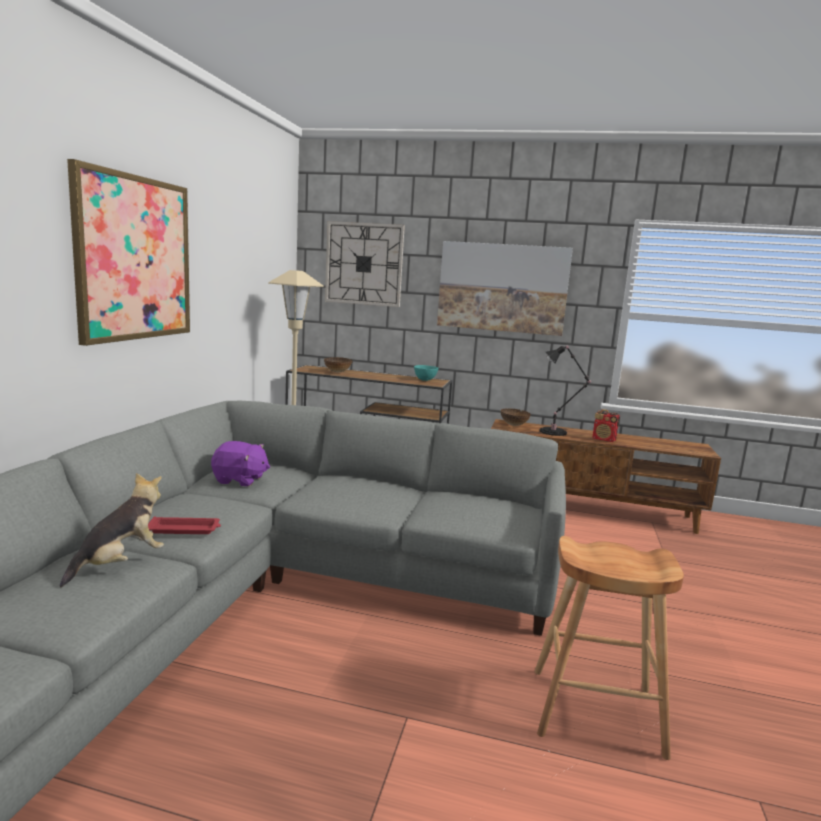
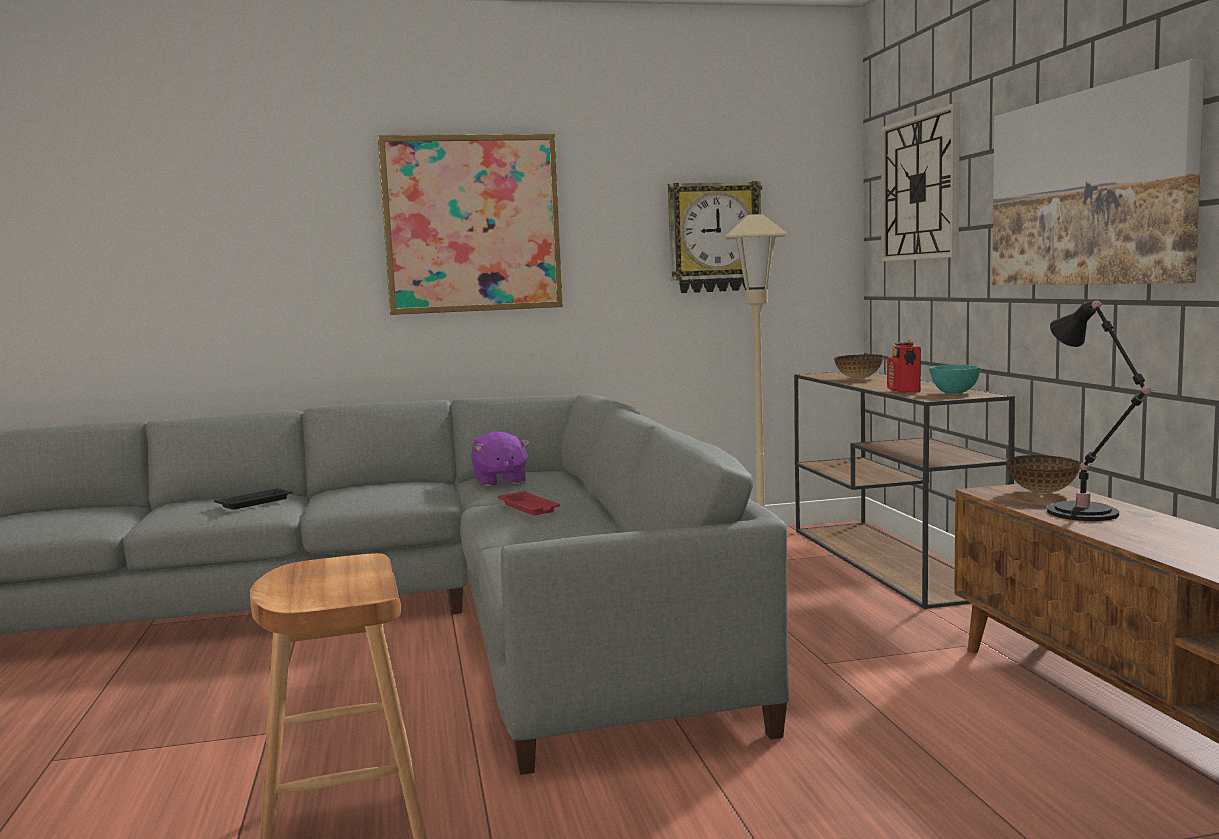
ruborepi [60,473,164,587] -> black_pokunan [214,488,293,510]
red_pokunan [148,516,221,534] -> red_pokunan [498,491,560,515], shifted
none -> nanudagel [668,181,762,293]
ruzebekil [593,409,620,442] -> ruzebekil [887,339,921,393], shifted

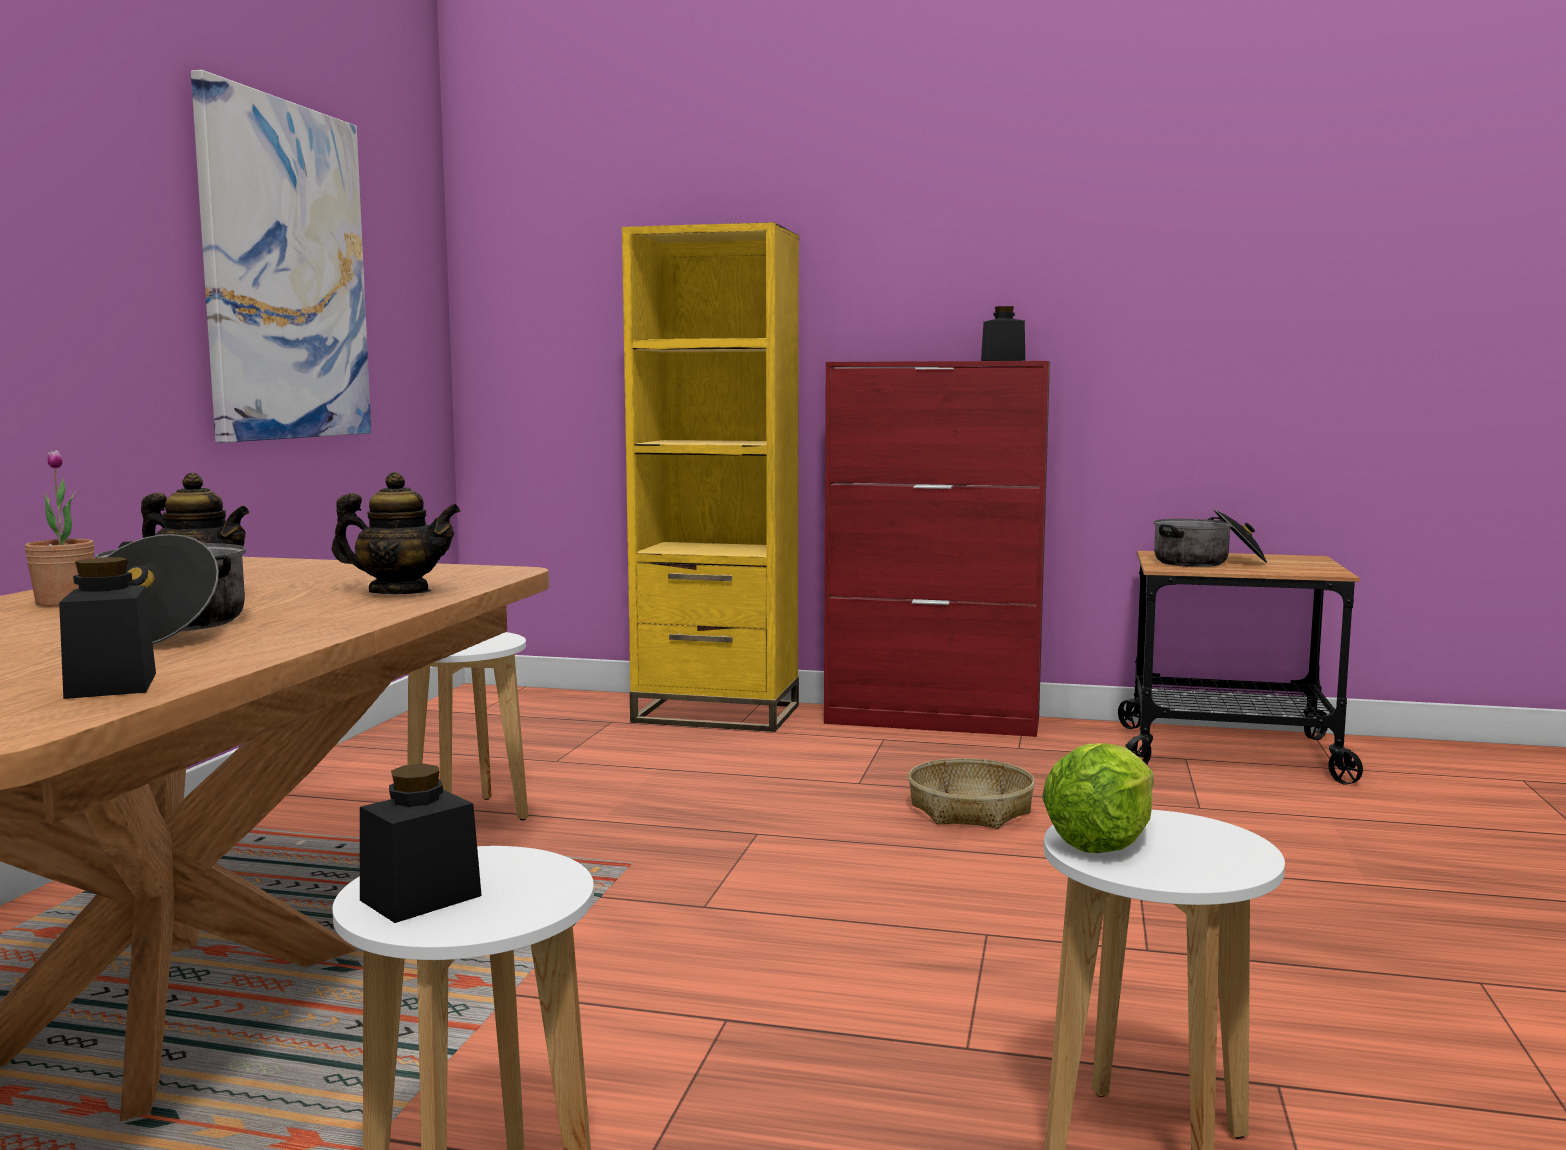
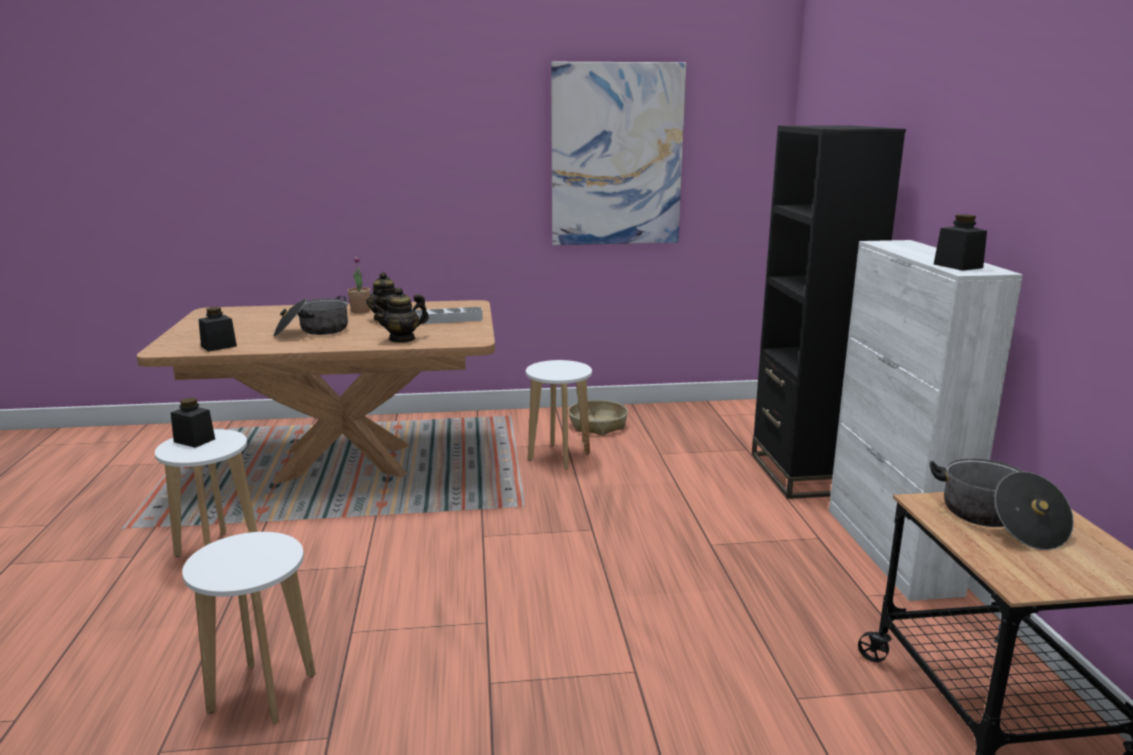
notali [332,472,460,594] -> notali [372,287,429,343], 75 degrees clockwise
none -> grey_pokunan [415,307,483,324]
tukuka [908,758,1035,829] -> tukuka [568,400,628,436], shifted
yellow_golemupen [622,222,799,732] -> black_golemupen [752,126,906,499]
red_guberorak [824,361,1050,737] -> white_guberorak [829,240,1023,601]
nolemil [1042,743,1154,853] -> none

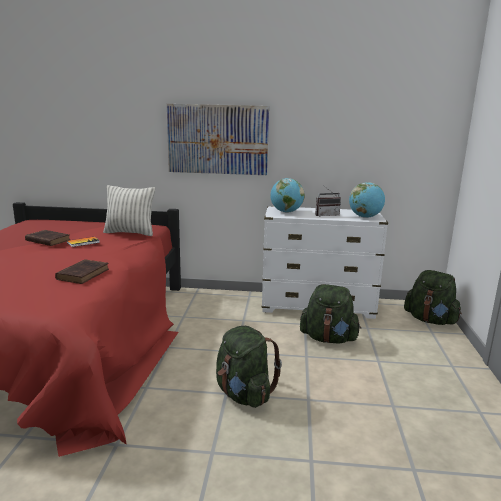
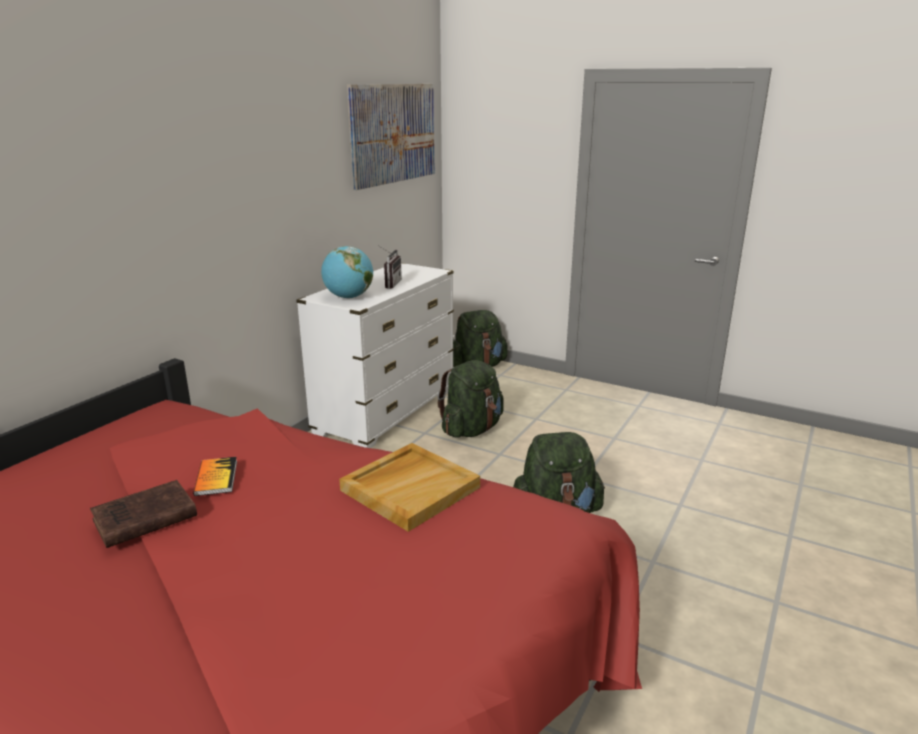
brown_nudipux [55,259,109,284] -> beige_pokunan [339,443,480,532]
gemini [167,104,269,175] -> gemini [347,84,435,190], shifted
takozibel [103,185,155,236] -> none
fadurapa [349,182,385,218] -> none

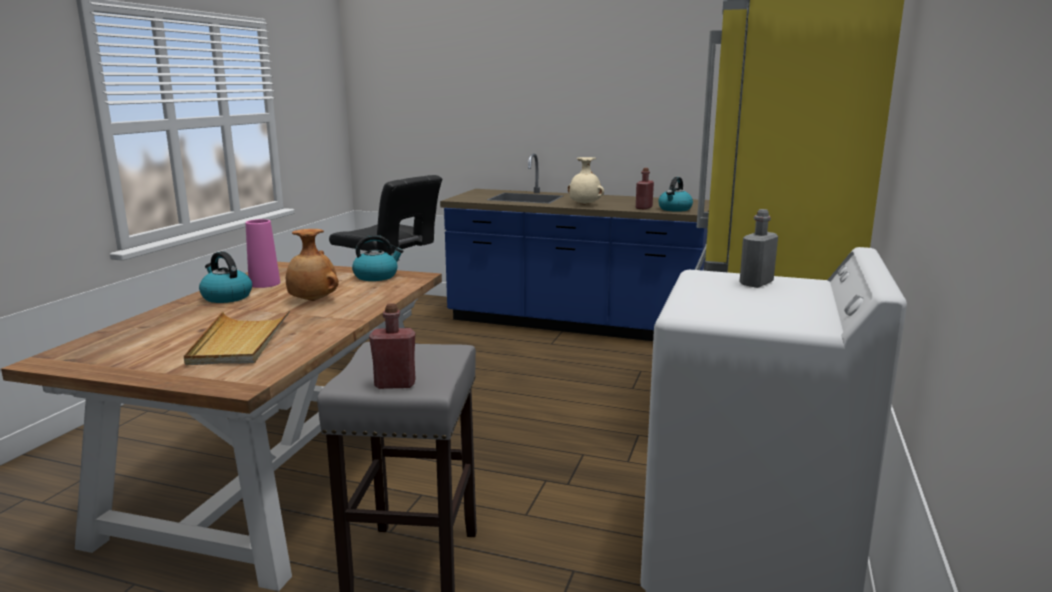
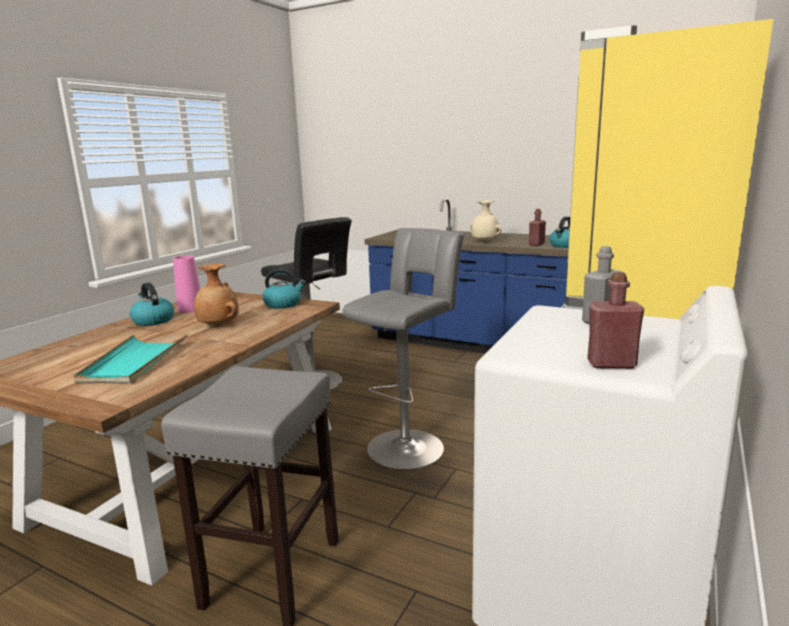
beige_pokunan [184,310,290,365] -> turquoise_pokunan [73,334,188,384]
none -> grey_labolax [342,228,464,470]
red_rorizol [369,303,416,389] -> red_rorizol [587,272,644,369], shifted

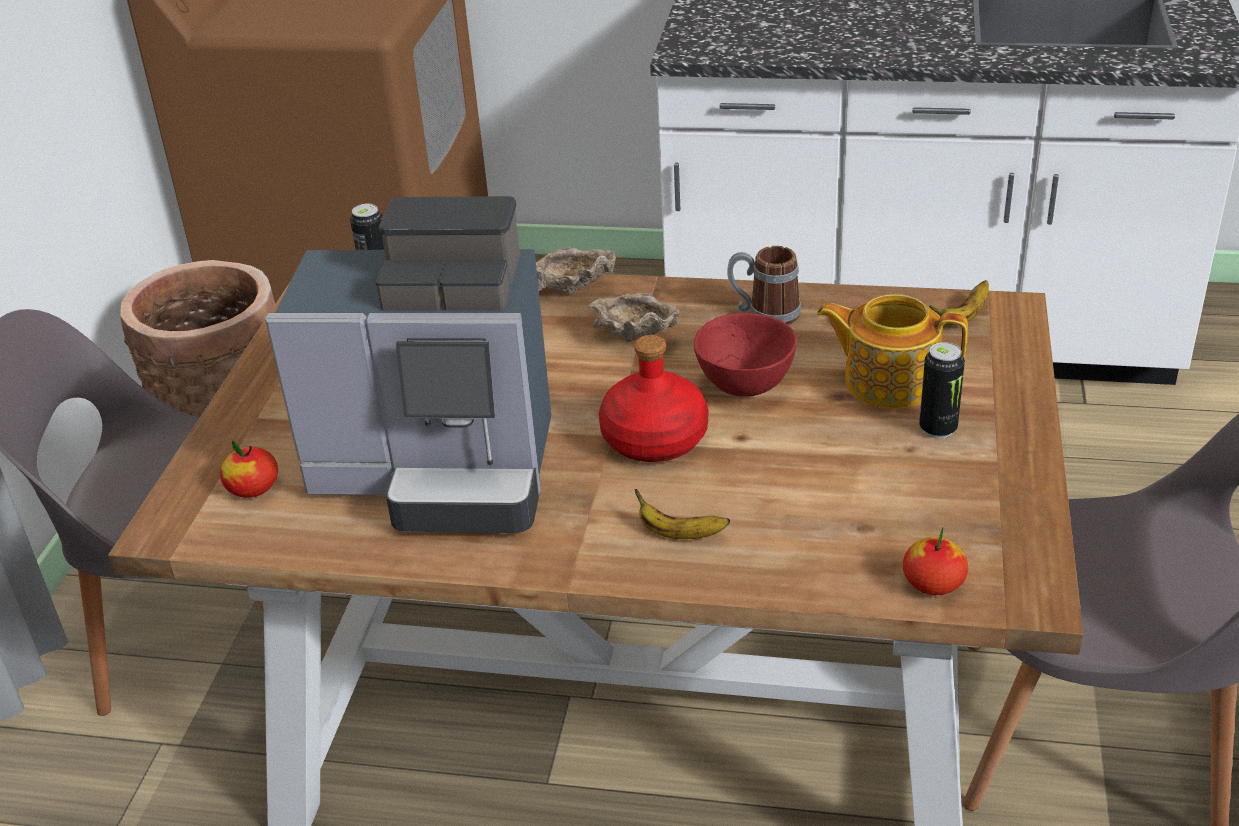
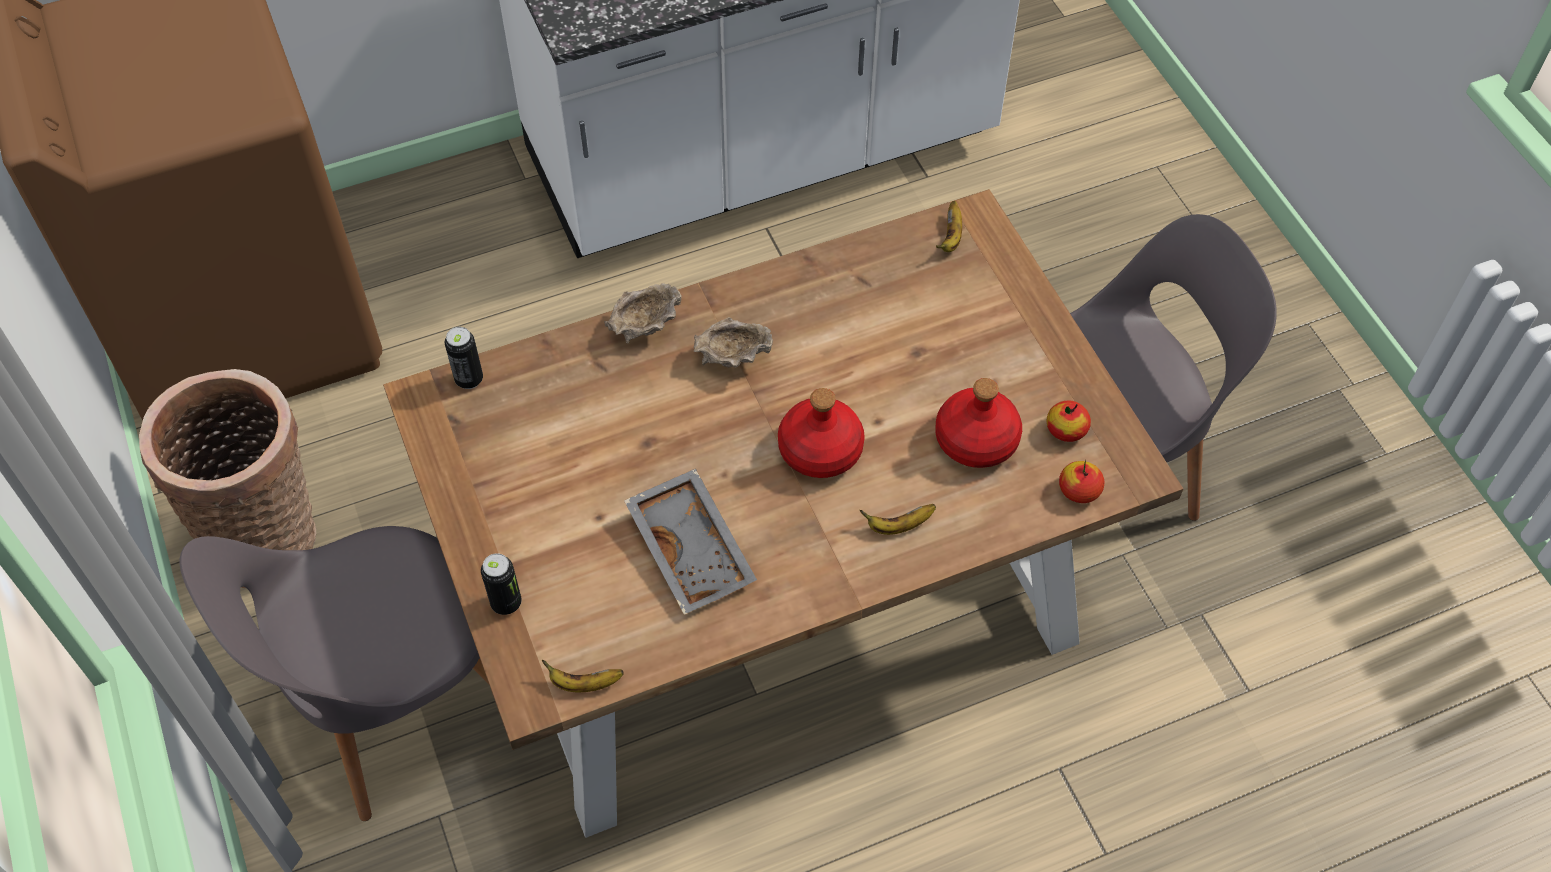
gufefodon [919,342,965,438] -> gufefodon [481,553,522,615], shifted
none -> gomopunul [542,660,624,692]
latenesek [265,196,551,533] -> grey_pokunan [624,469,757,615]
none -> red_rorizol [936,378,1022,468]
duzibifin [220,441,278,498] -> duzibifin [1047,401,1091,442], shifted
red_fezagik [694,313,797,397] -> none
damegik [727,246,801,325] -> none
notali [817,294,968,408] -> none

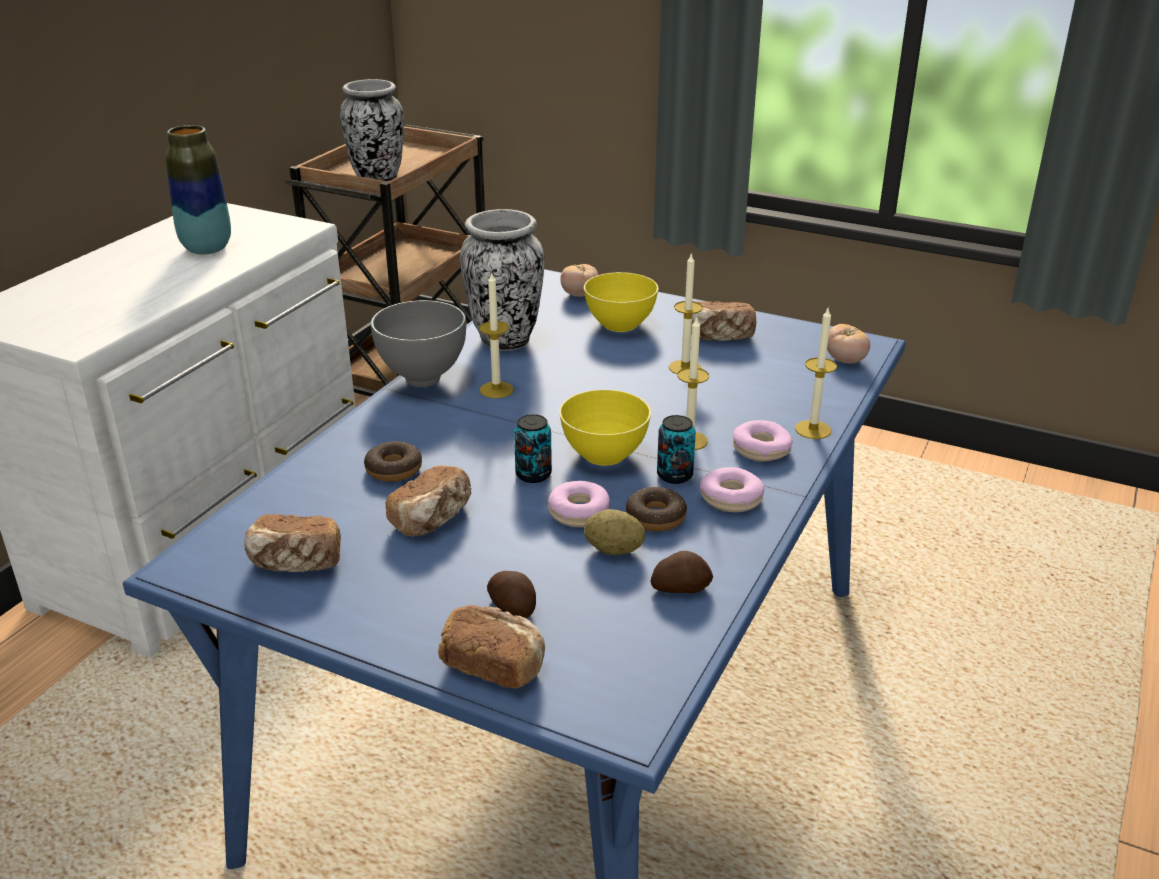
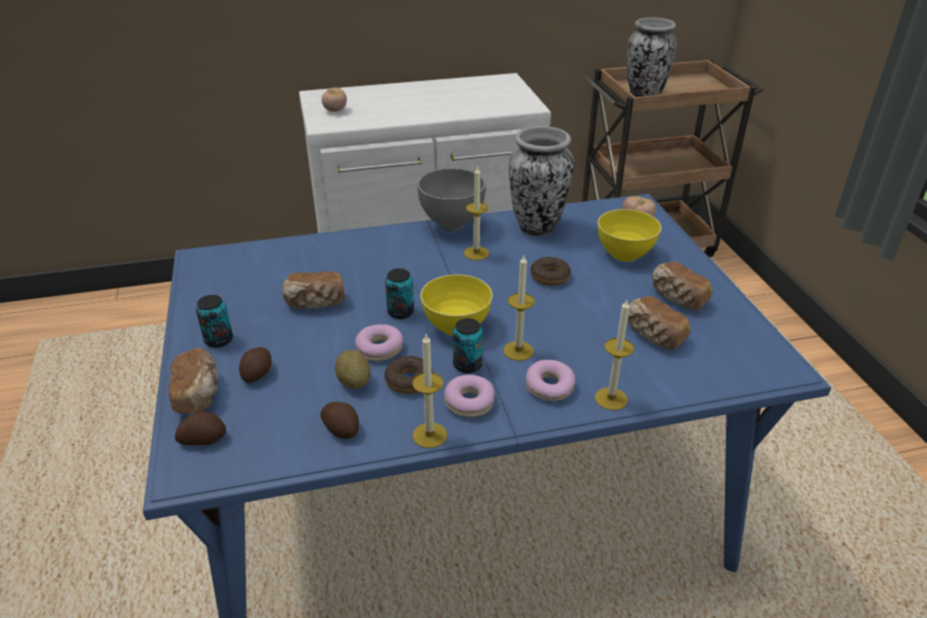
none -> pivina [175,411,226,445]
none -> gufefodon [196,295,233,348]
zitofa [827,324,870,363] -> zitofa [322,88,347,112], shifted
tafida [669,252,703,374] -> tafida [412,334,447,448], shifted
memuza [364,441,422,482] -> memuza [530,257,571,286], shifted
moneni [244,514,341,572] -> moneni [628,296,691,350], shifted
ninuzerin [165,125,231,254] -> none

